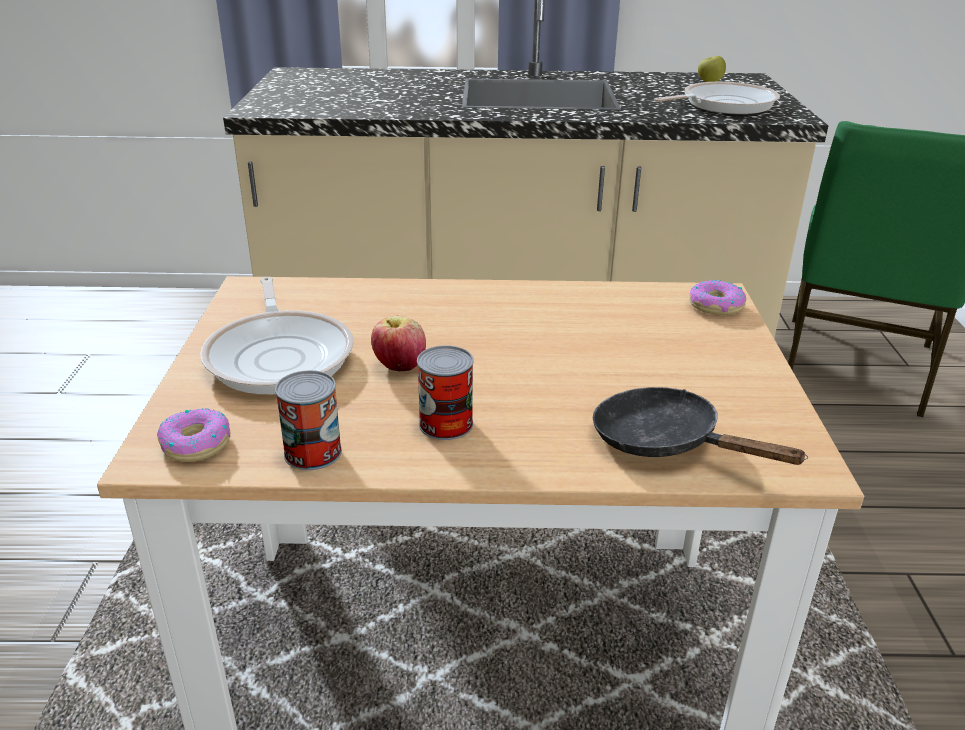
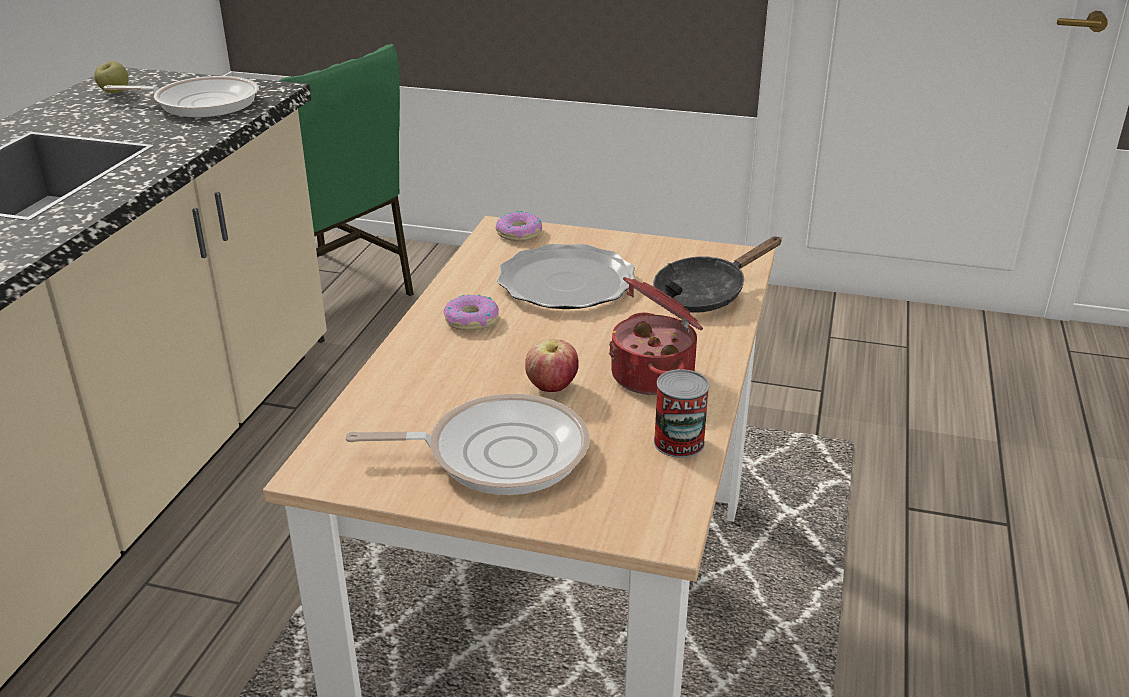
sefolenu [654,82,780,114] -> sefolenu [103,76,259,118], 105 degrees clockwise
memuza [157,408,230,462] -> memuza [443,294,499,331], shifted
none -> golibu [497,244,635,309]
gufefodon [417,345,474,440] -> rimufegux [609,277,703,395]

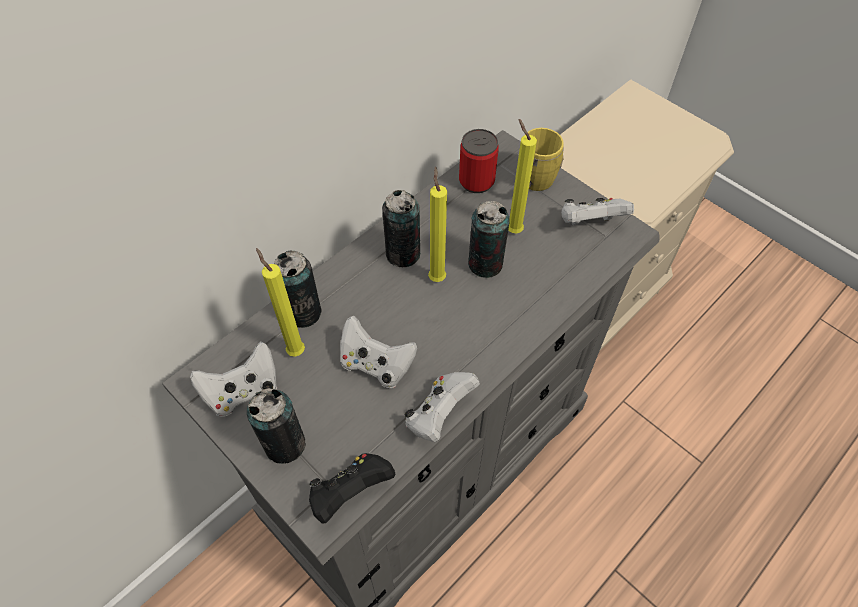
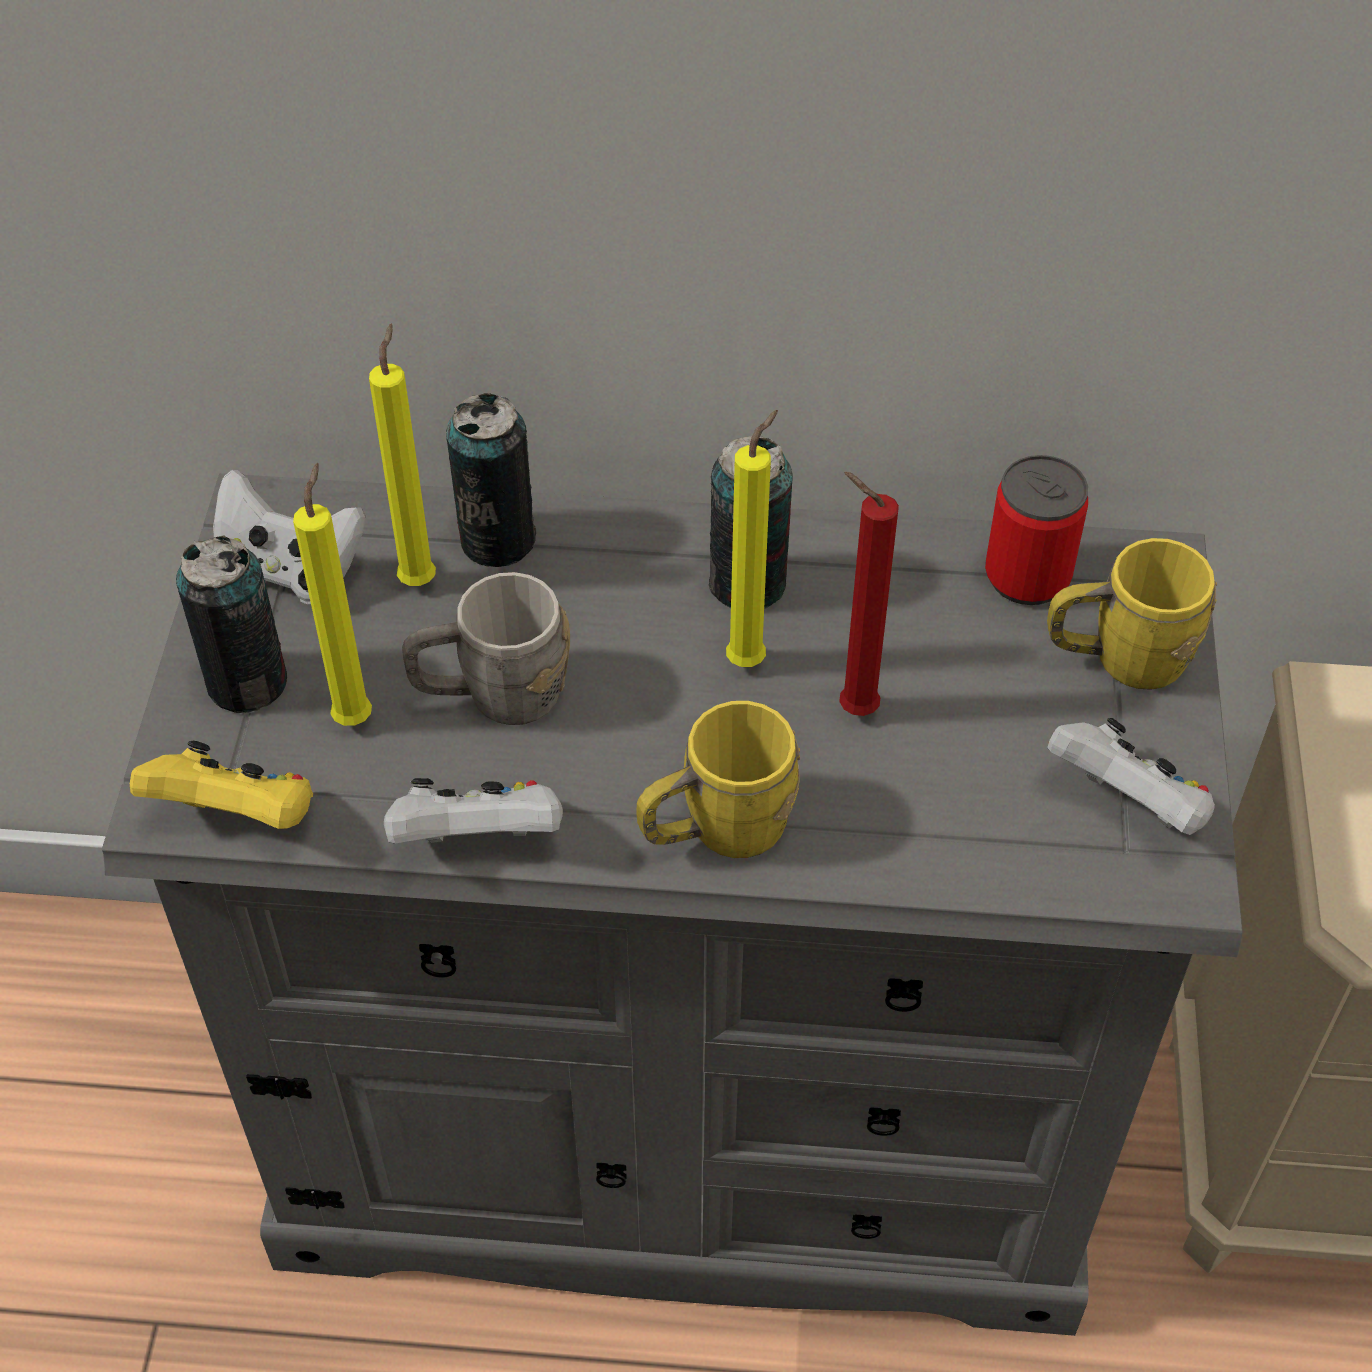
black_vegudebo [309,453,395,524] -> yellow_vegudebo [130,741,313,829]
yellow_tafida [508,119,537,234] -> yellow_tafida [293,463,372,726], shifted
white_vegudebo [340,316,418,388] -> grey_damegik [402,572,570,725]
none -> yellow_damegik [636,701,800,858]
gufefodon [468,201,510,278] -> red_tafida [839,472,899,716]

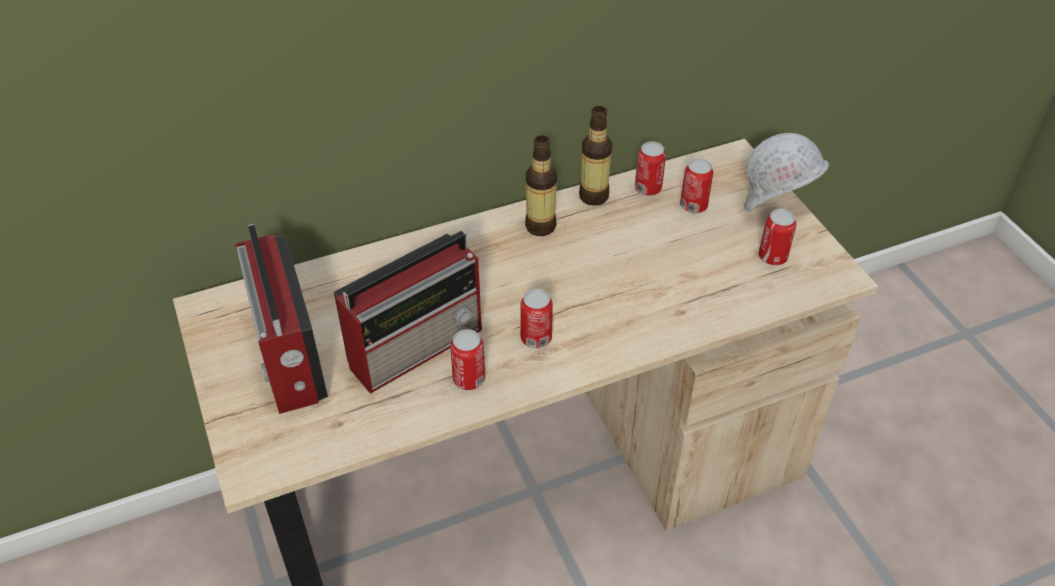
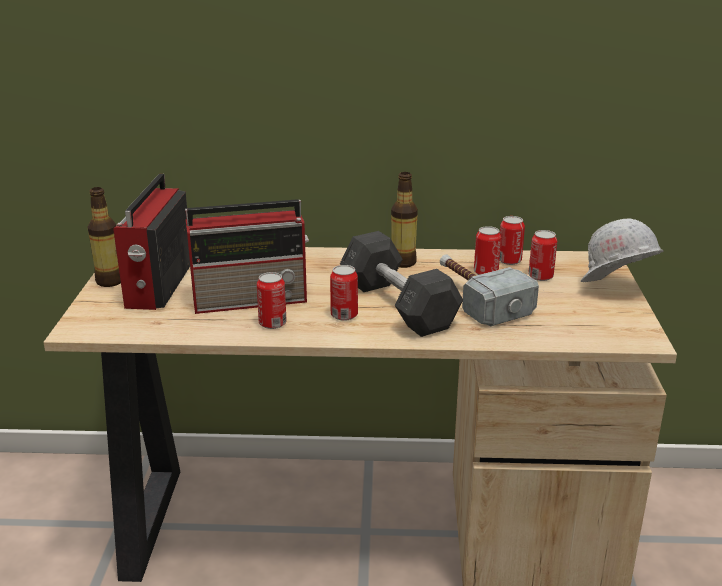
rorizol [579,106,612,206] -> rorizol [88,187,121,287], shifted
none -> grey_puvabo [340,231,463,337]
none -> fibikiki [440,255,539,327]
gufefodon [759,209,796,265] -> gufefodon [474,226,501,275], shifted

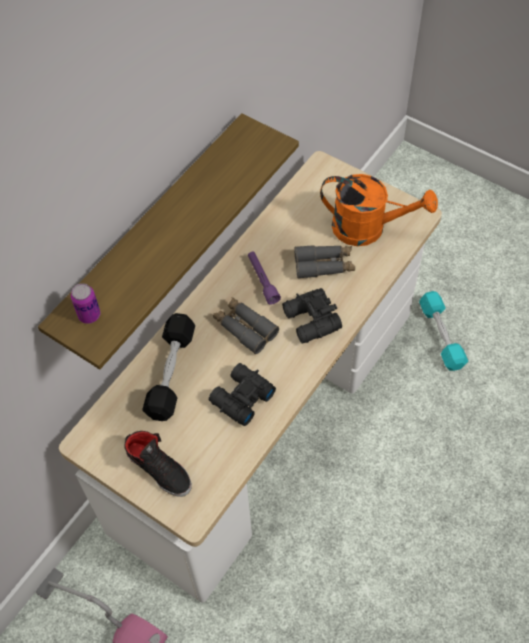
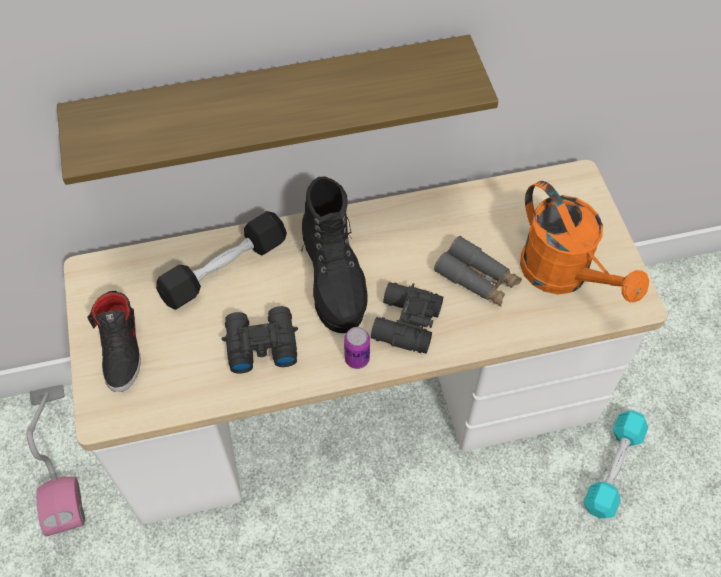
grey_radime [213,297,279,354] -> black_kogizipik [301,177,368,333]
gufefodon [71,283,100,324] -> gufefodon [344,327,370,369], shifted
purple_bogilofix [248,252,281,305] -> none

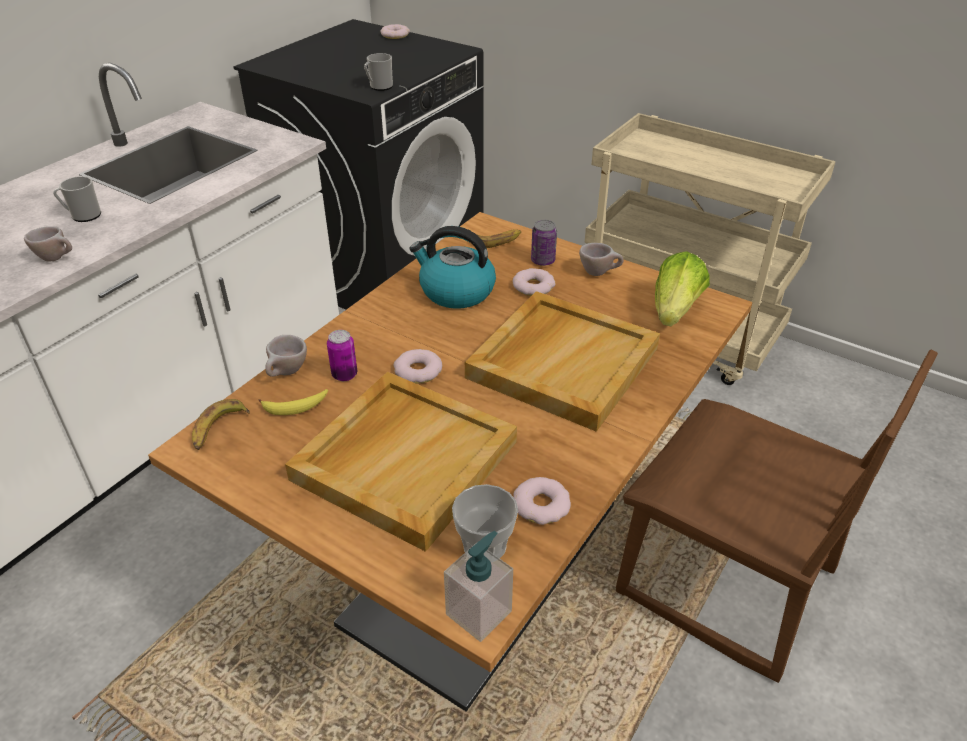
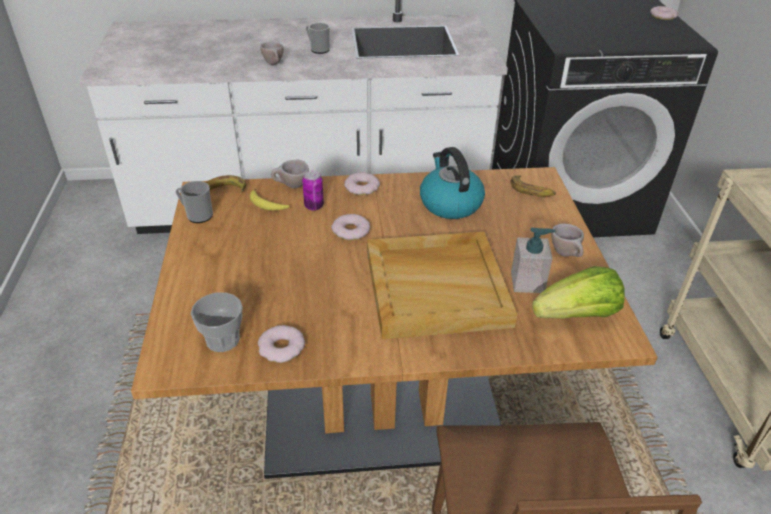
damegik [364,53,393,91] -> damegik [176,181,213,223], shifted
memuza [512,268,556,296] -> memuza [344,172,380,195], shifted
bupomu [444,531,513,642] -> bupomu [511,228,555,293], shifted
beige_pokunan [285,372,517,552] -> none
gufefodon [531,220,557,266] -> none

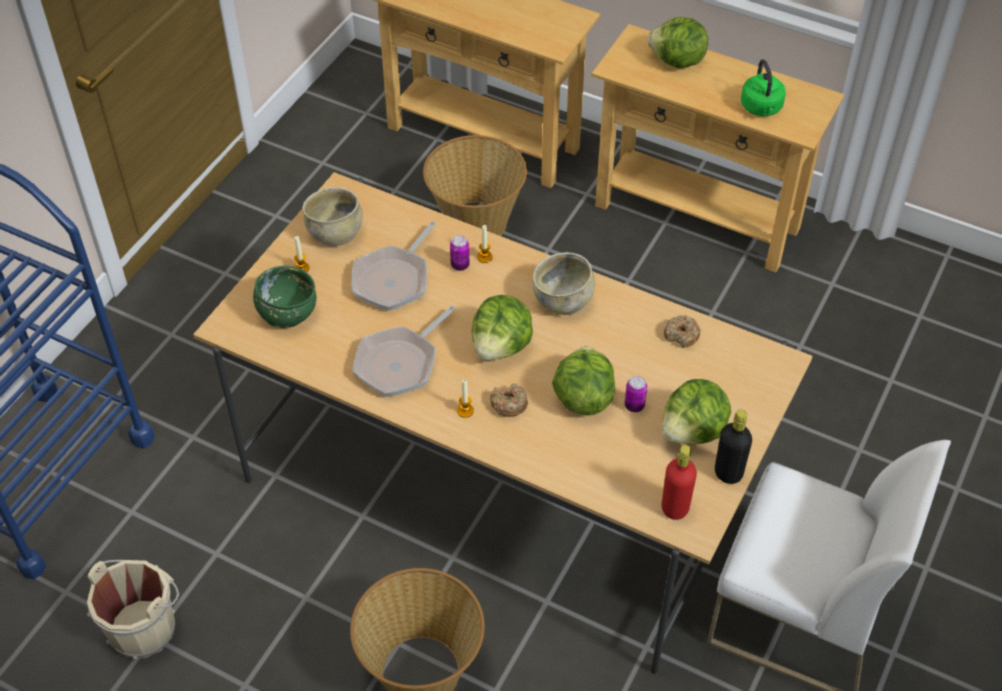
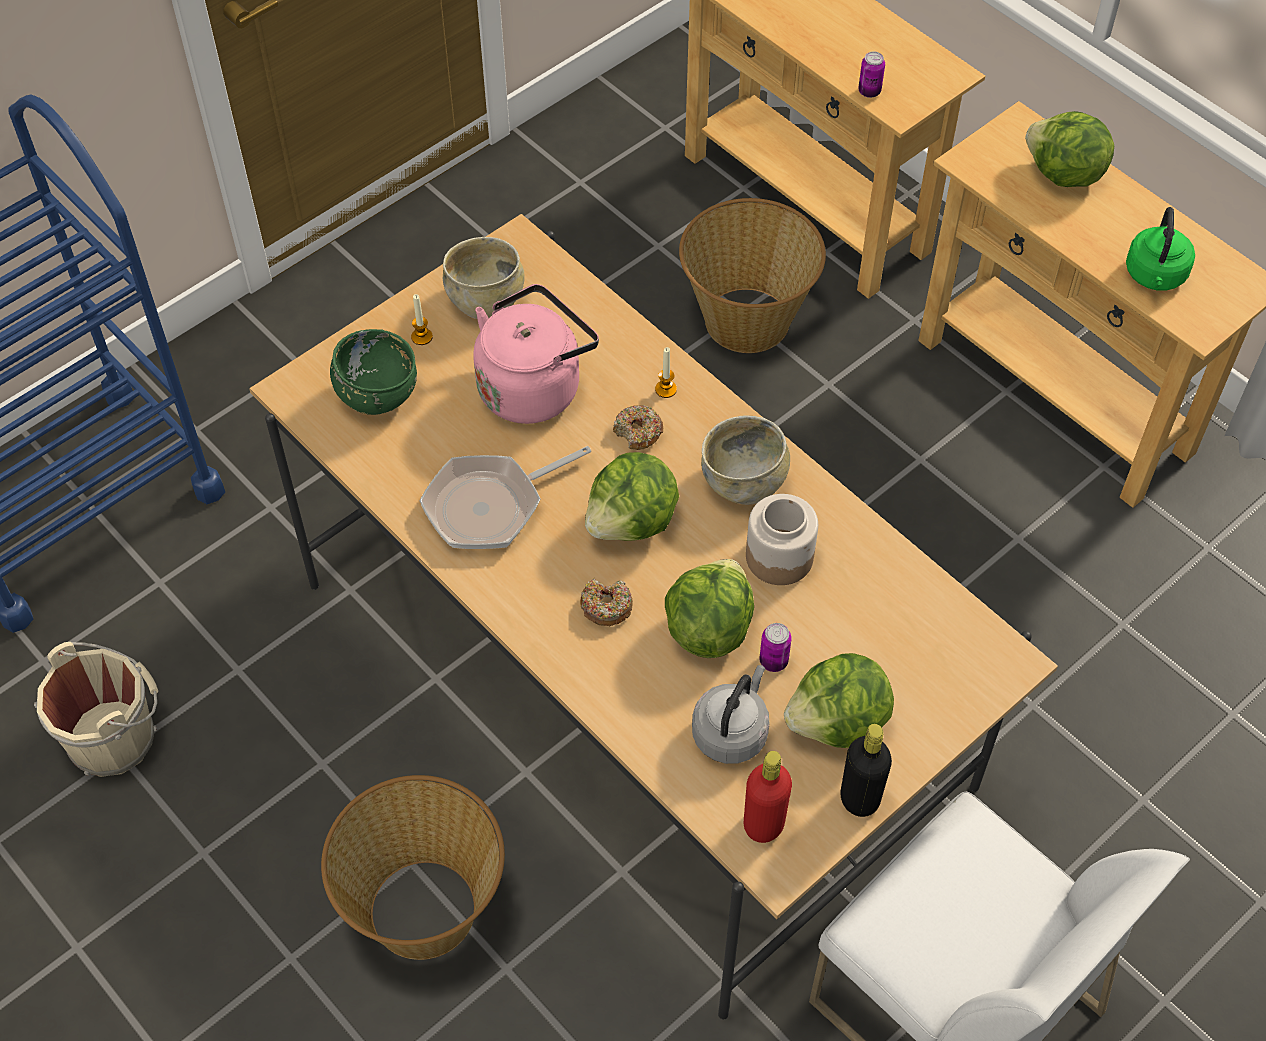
sefolenu [352,221,436,311] -> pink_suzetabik [473,284,599,424]
memuza [664,315,701,348] -> memuza [613,405,663,450], shifted
none -> grey_suzetabik [692,665,770,764]
none -> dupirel [746,494,818,585]
gufefodon [450,235,469,271] -> gufefodon [858,52,885,98], shifted
tafida [457,380,474,418] -> none

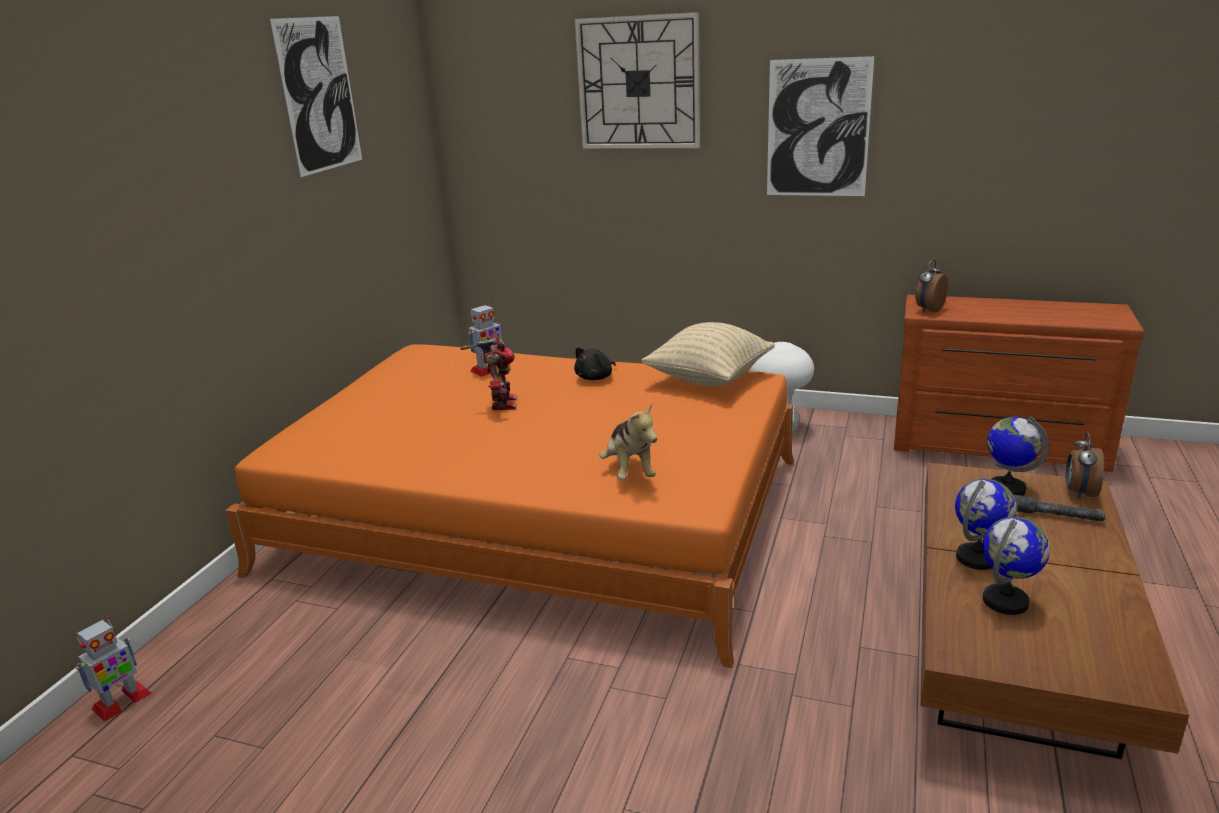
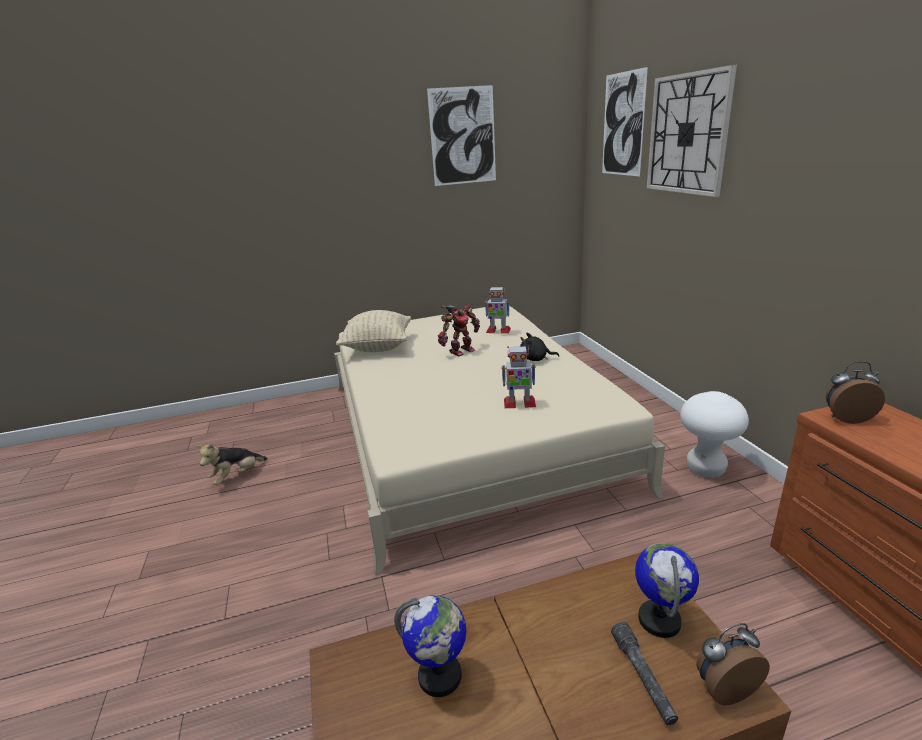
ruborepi [599,403,657,480] -> ruborepi [196,444,268,485], shifted
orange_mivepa [225,344,794,668] -> beige_mivepa [334,306,665,575]
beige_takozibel [641,322,775,387] -> beige_takozibel [336,310,411,352], shifted
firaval [74,616,152,722] -> firaval [502,345,536,408], shifted
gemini [767,56,874,196] -> gemini [602,67,648,177], shifted
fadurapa [955,479,1017,570] -> none

